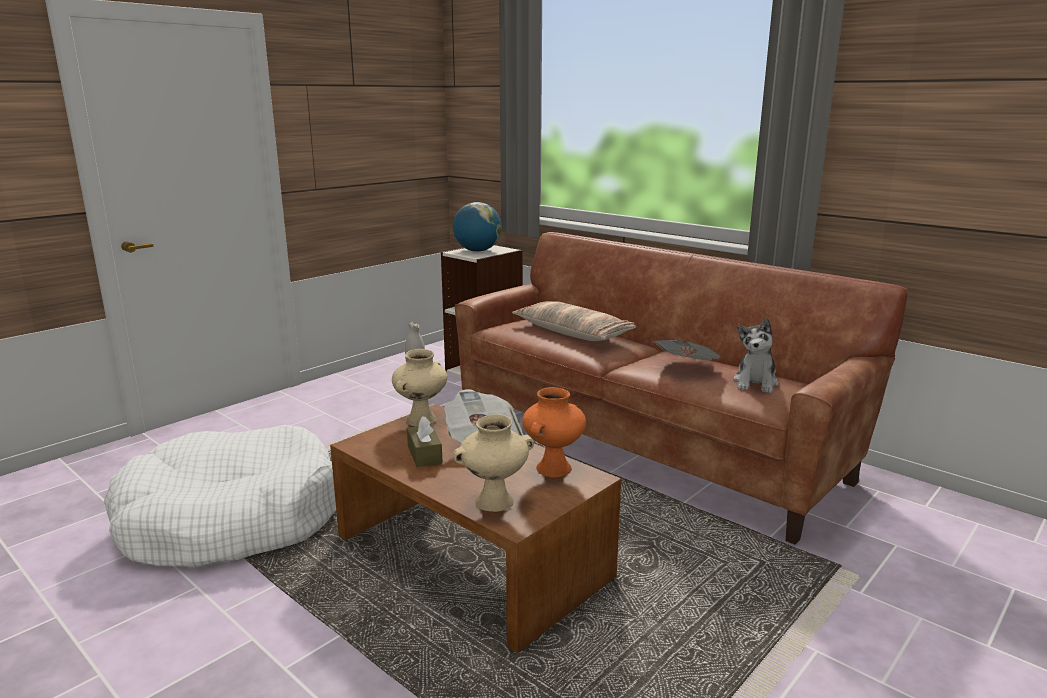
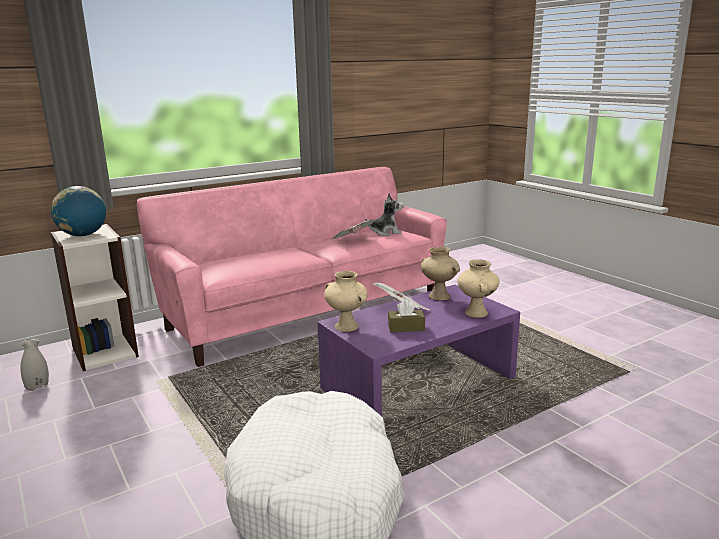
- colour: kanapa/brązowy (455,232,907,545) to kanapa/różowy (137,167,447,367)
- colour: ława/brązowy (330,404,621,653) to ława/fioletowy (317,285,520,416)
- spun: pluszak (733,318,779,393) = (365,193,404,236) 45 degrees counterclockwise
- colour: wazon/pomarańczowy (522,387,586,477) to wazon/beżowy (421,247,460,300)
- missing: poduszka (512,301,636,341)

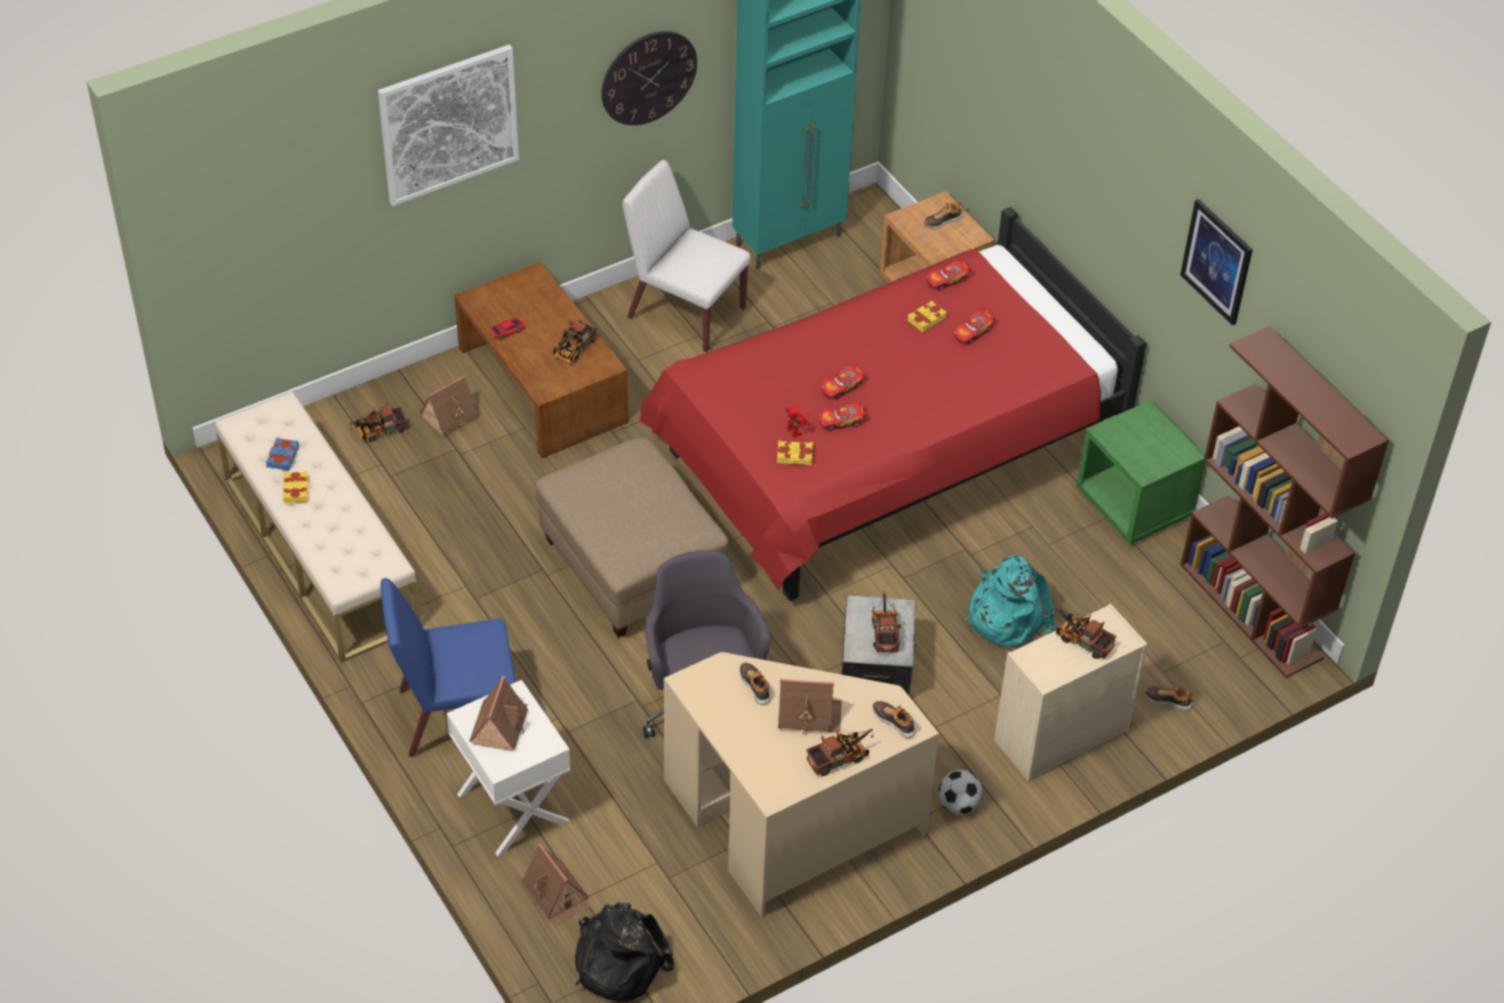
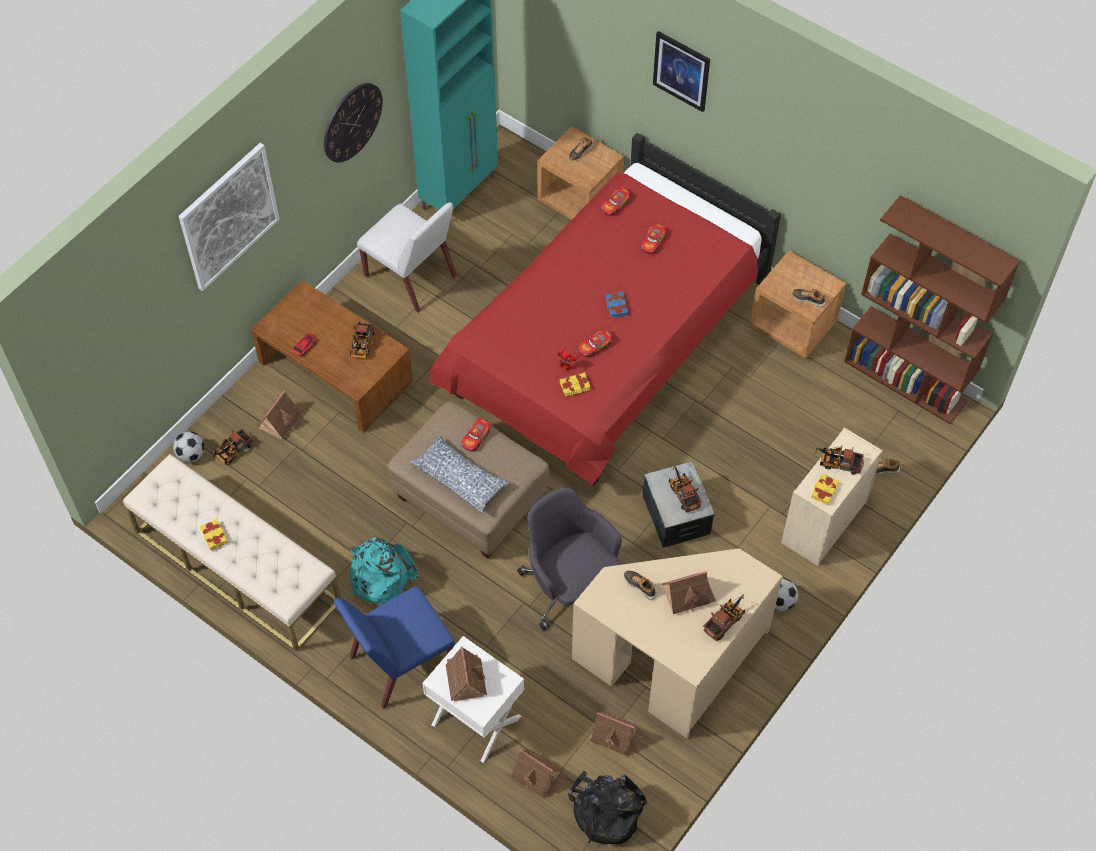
- appeared: piłka futbolowa (173,431,204,462)
- relocated: plecak/turkusowy (965,555,1055,647) to (350,537,419,605)
- spun: krzesło/biały (622,160,751,352) = (357,202,457,313) 150 degrees counterclockwise
- appeared: poduszka (410,435,509,513)
- relocated: samochodzik (821,363,865,399) to (461,417,490,451)
- appeared: domek (591,712,644,758)
- relocated: książka/niebieski (266,438,299,471) to (606,291,628,318)
- relocated: obraz (1180,199,1253,325) to (653,31,710,112)
- colour: szafka nocna/zielony (1076,400,1206,545) to szafka nocna/brązowy (750,250,847,359)
- relocated: but (872,701,916,738) to (792,288,826,307)
- relocated: książka/żółty (907,300,947,332) to (811,474,839,505)

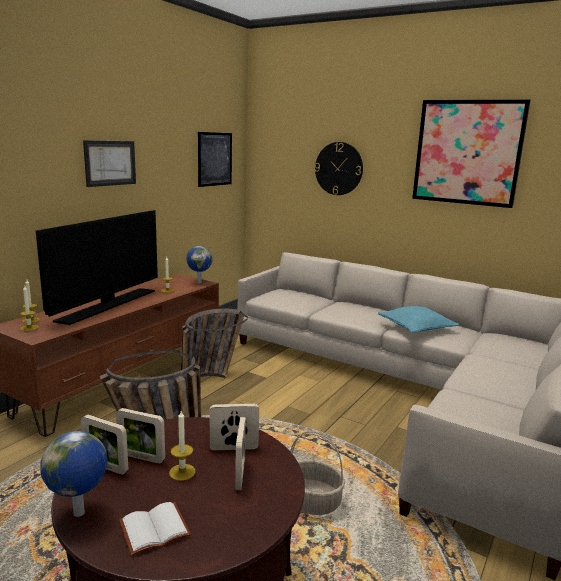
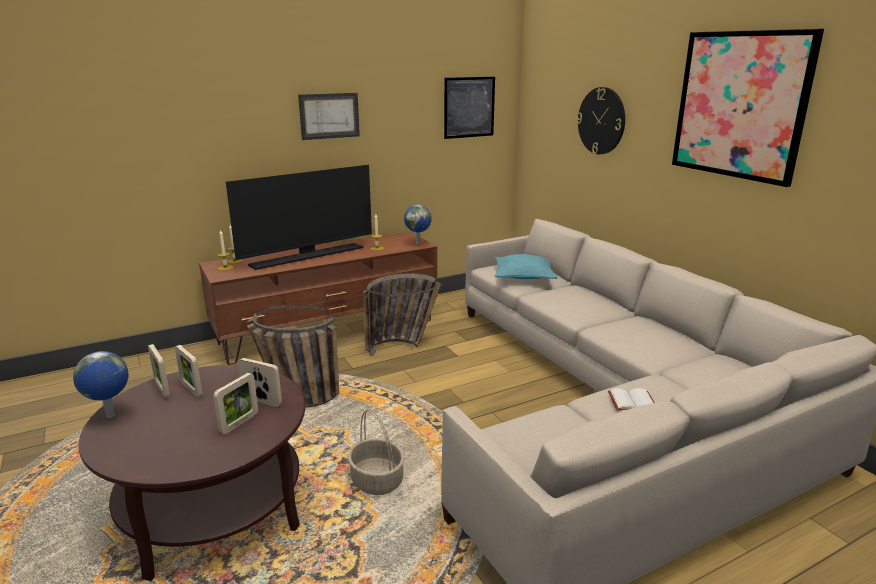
- relocated: poduszka/turkusowy (378,306,460,333) to (495,254,557,279)
- relocated: książka/biały (119,502,191,556) to (608,388,655,411)
- missing: świeca (169,411,196,481)

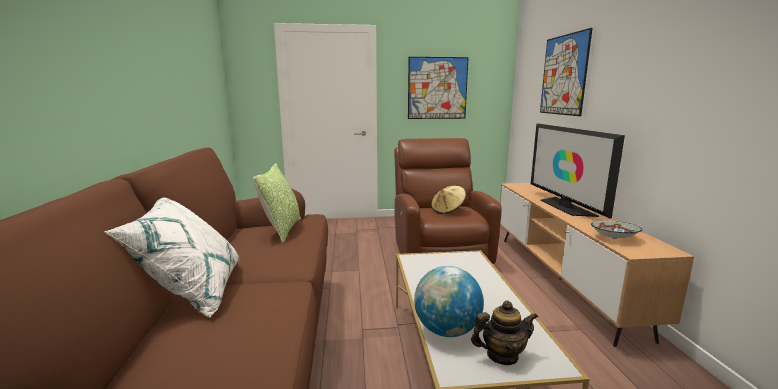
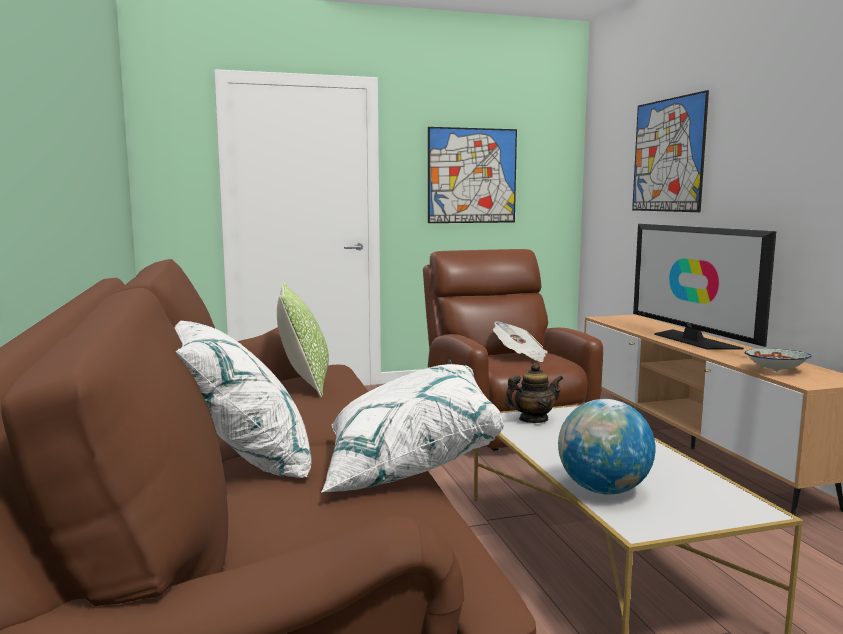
- appeared: poduszka/biały (321,364,504,493)
- exchanged: kapelusz/beżowy (431,186,466,214) to gazeta (493,321,548,362)
- relocated: imbryk (471,300,538,365) to (504,363,564,423)

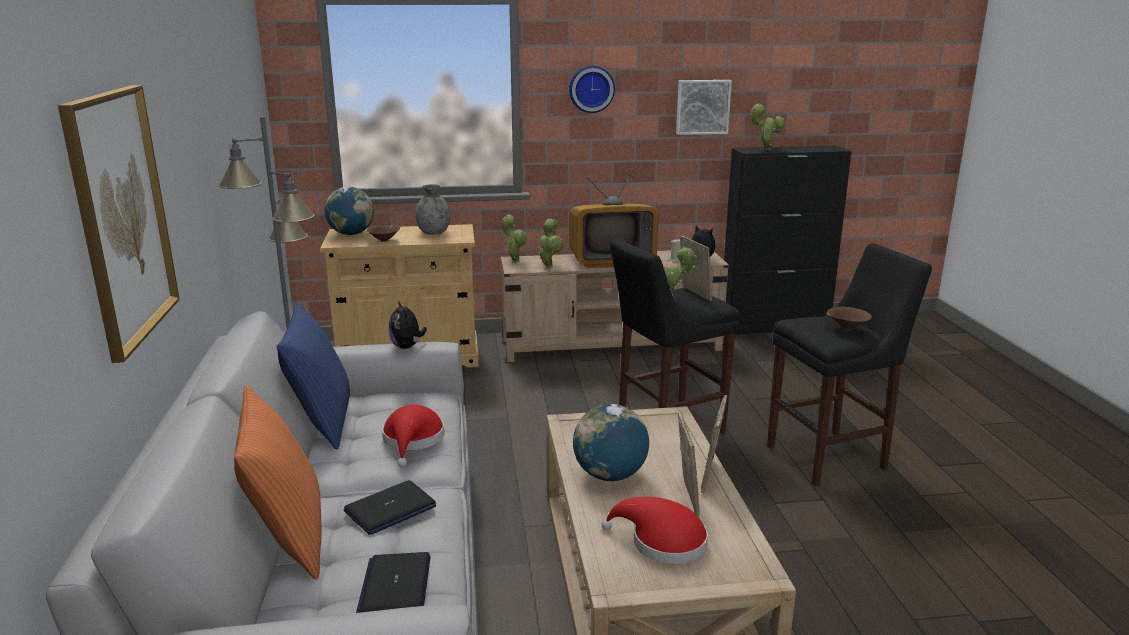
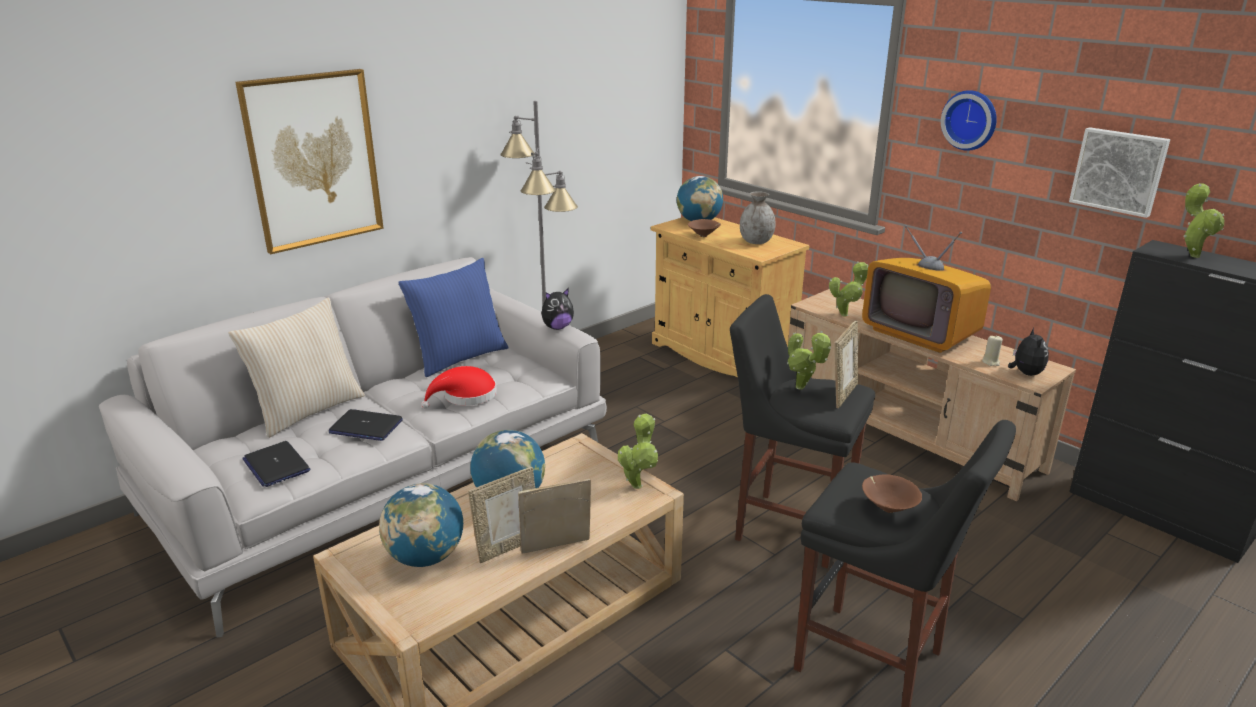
- colour: poduszka/pomarańczowy (234,385,322,580) to poduszka/beżowy (228,297,365,438)
- spun: laptop (356,552,431,613) = (242,441,310,487) 90 degrees counterclockwise
- exchanged: kapelusz/czerwony (601,497,708,564) to globus (379,483,463,567)
- spun: pluszak (389,301,427,349) = (541,288,574,330) 150 degrees counterclockwise
- relocated: roślina doniczkowa (502,215,527,262) to (618,413,658,489)

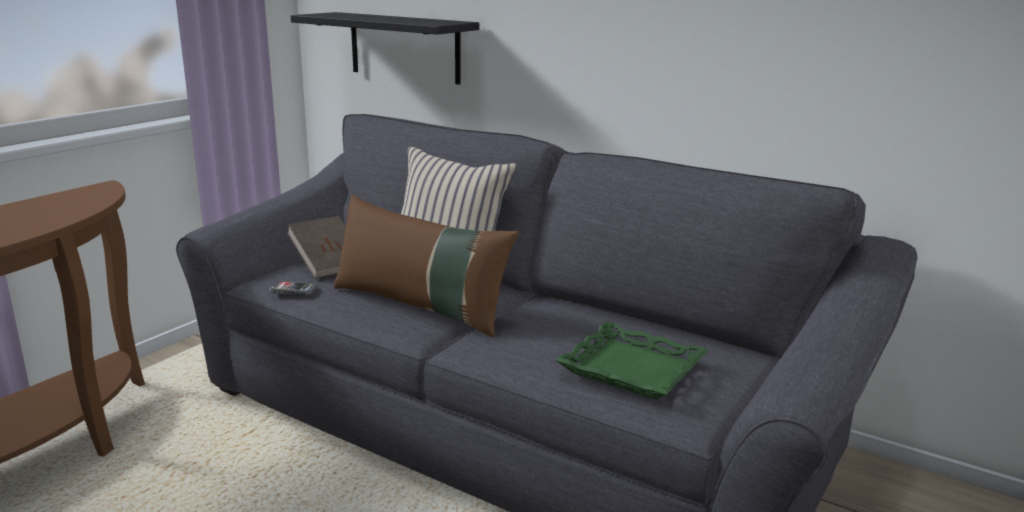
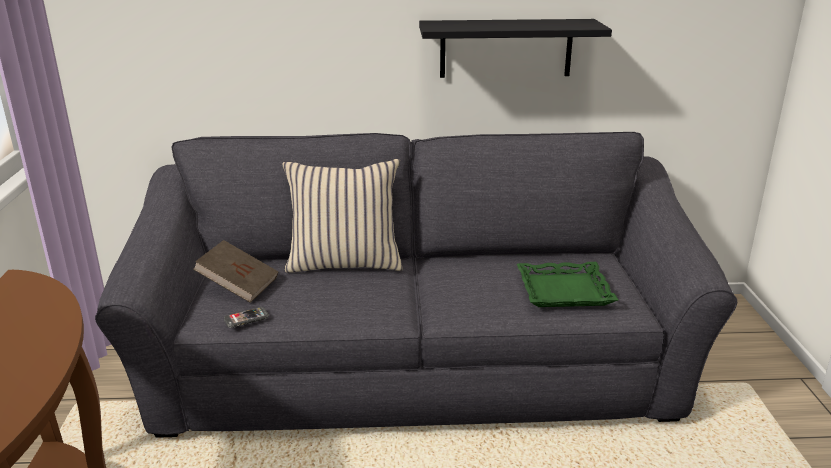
- relocated: półka/czarny (291,12,479,85) to (419,19,612,78)
- missing: poduszka/brązowy (334,195,519,337)

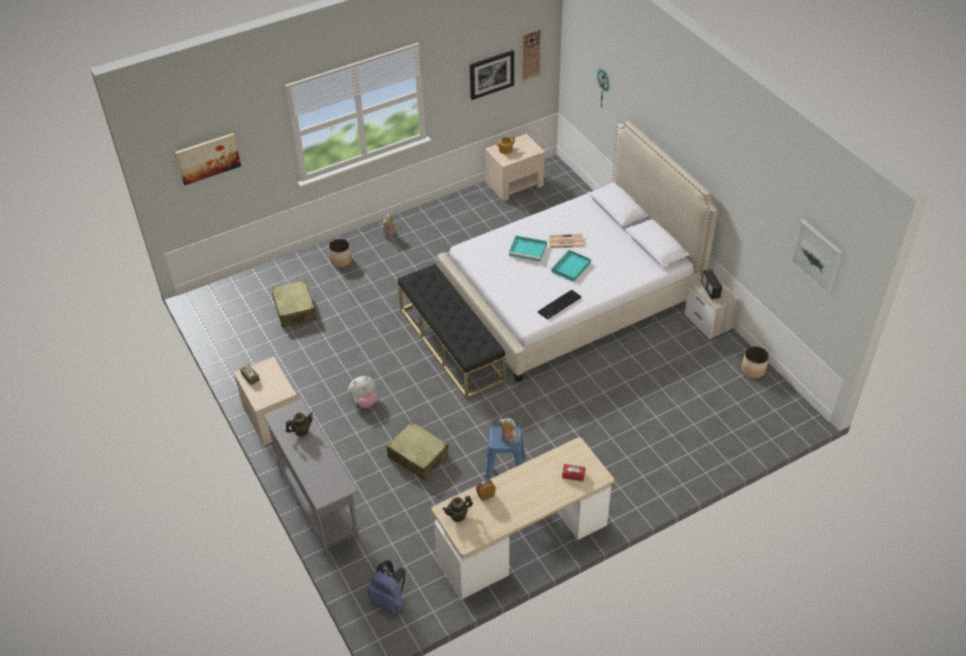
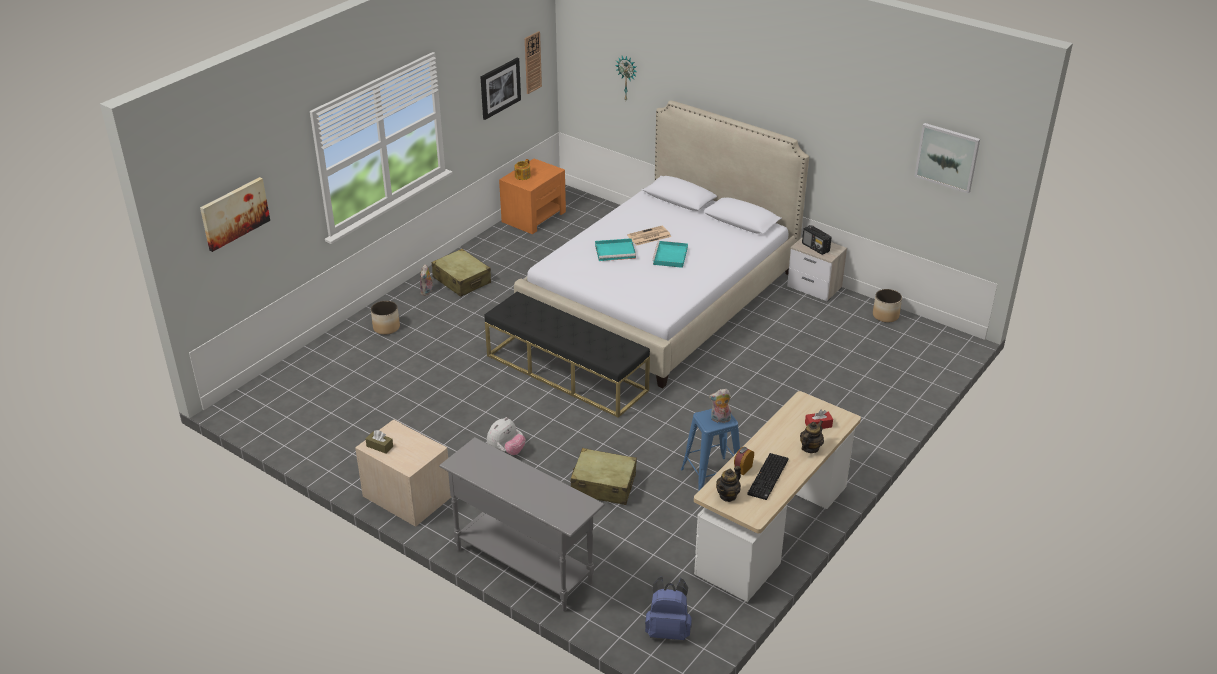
- relocated: walizka/beżowy (271,280,316,328) to (432,249,491,297)
- colour: szafka nocna/beżowy (485,134,545,201) to szafka nocna/pomarańczowy (499,159,566,234)
- relocated: klawiatura (538,290,581,320) to (747,453,788,500)
- relocated: imbryk (286,413,313,436) to (800,421,824,453)

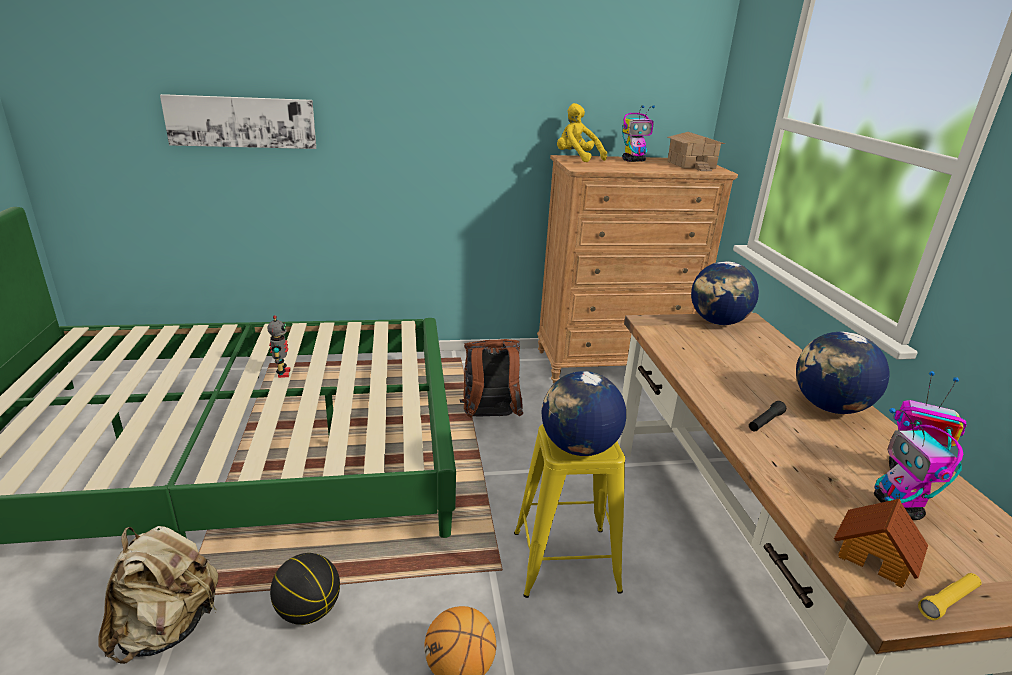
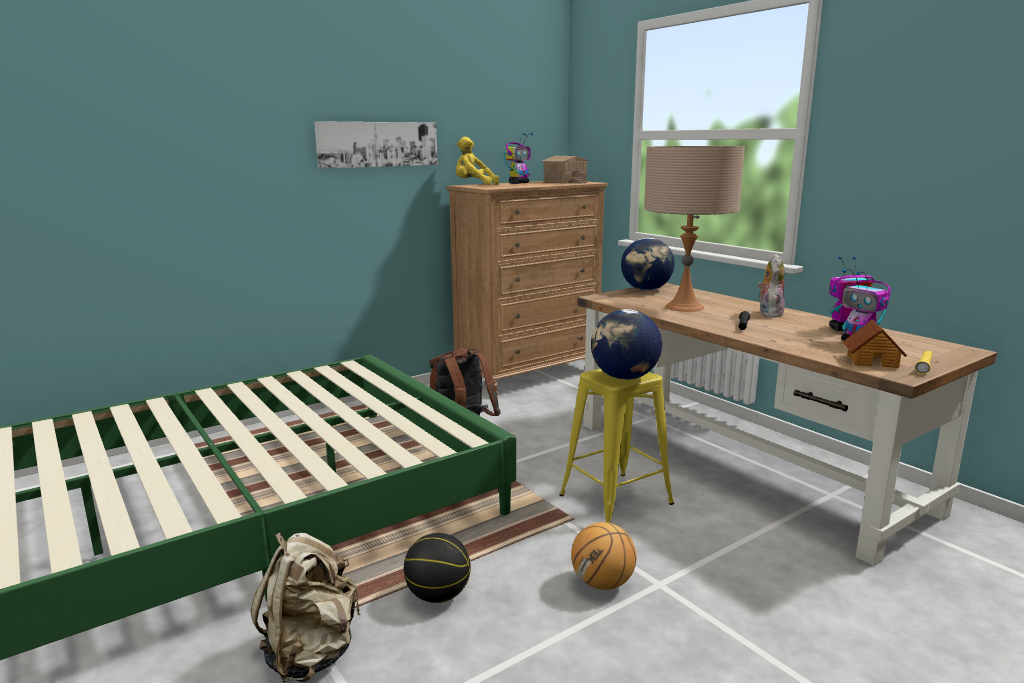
- relocated: obraz (160,94,316,149) to (314,121,438,169)
- appeared: lampa stołowa/beżowy (644,146,745,312)
- exchanged: globus (796,332,890,414) to pluszak (757,253,785,317)
- missing: robot zabawkowy (267,315,291,378)

